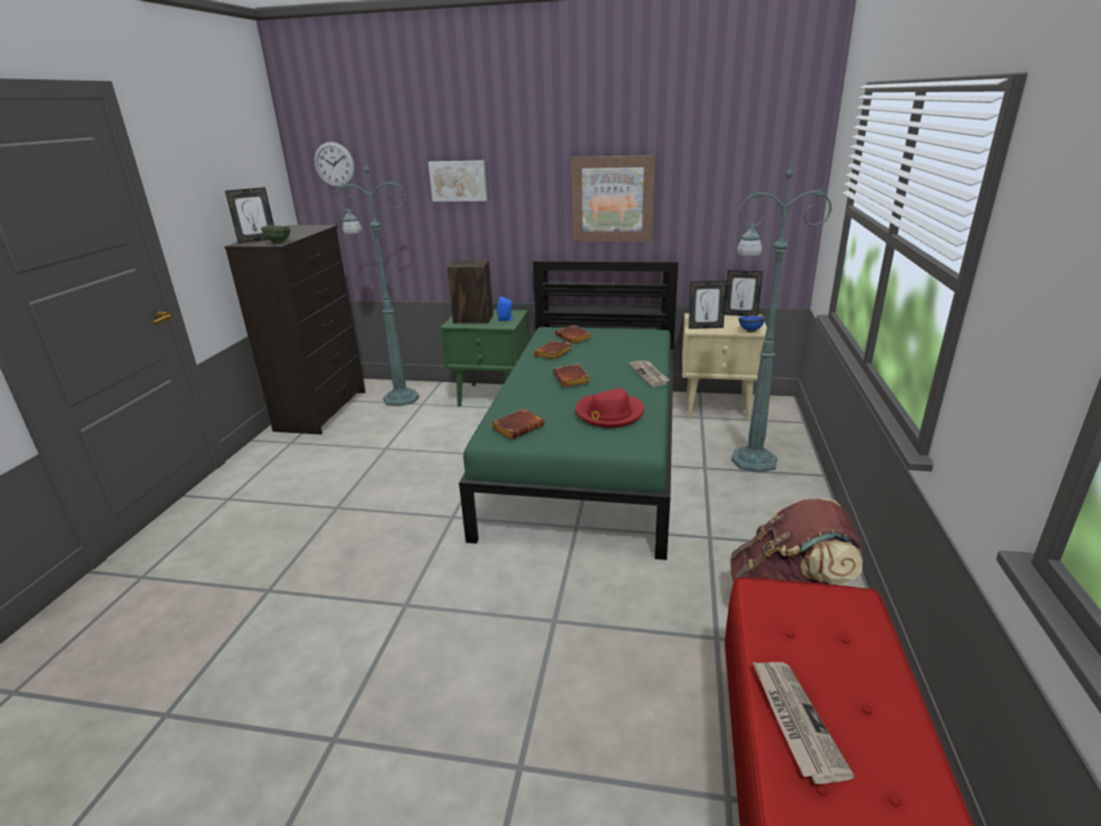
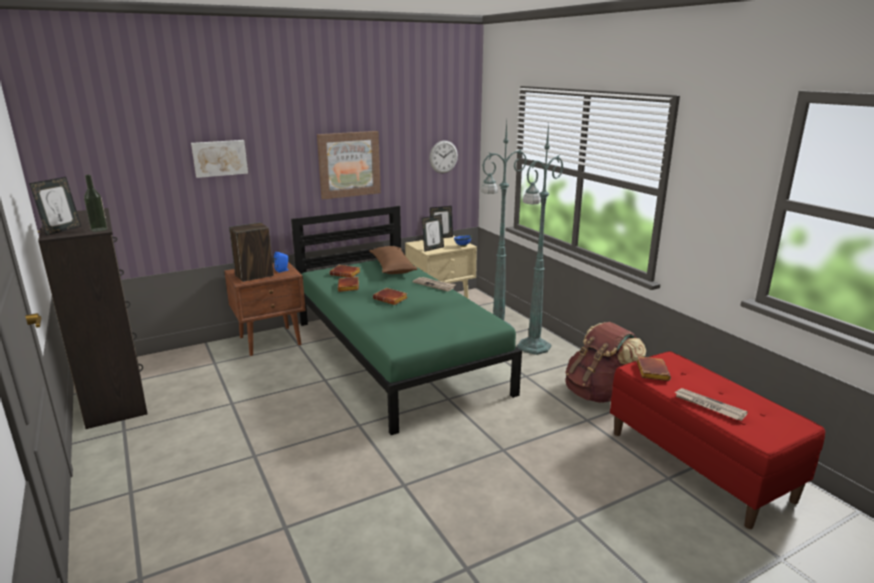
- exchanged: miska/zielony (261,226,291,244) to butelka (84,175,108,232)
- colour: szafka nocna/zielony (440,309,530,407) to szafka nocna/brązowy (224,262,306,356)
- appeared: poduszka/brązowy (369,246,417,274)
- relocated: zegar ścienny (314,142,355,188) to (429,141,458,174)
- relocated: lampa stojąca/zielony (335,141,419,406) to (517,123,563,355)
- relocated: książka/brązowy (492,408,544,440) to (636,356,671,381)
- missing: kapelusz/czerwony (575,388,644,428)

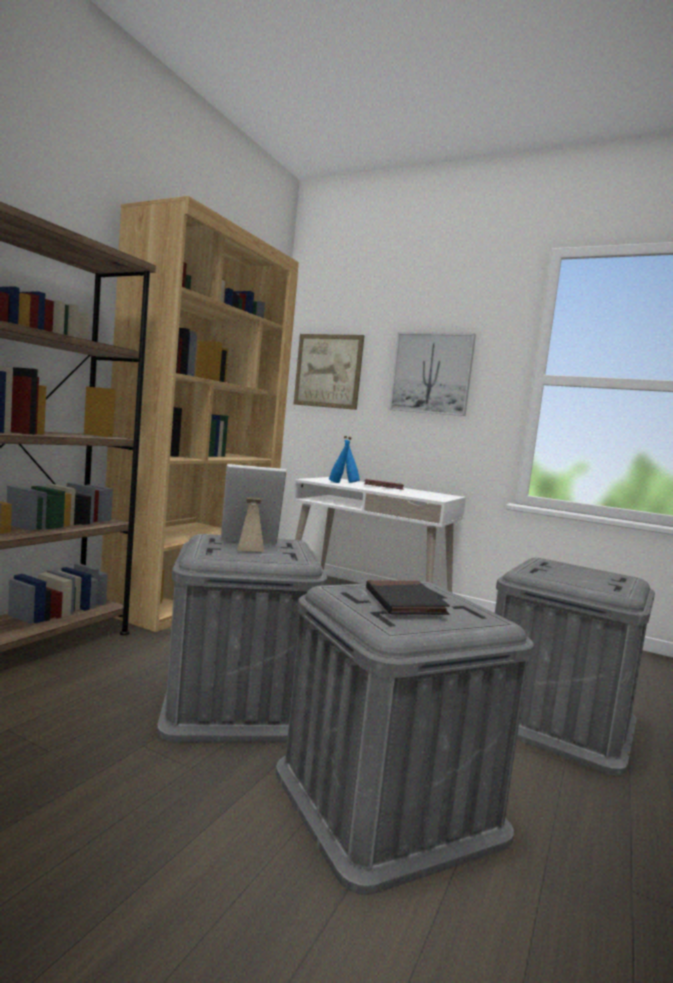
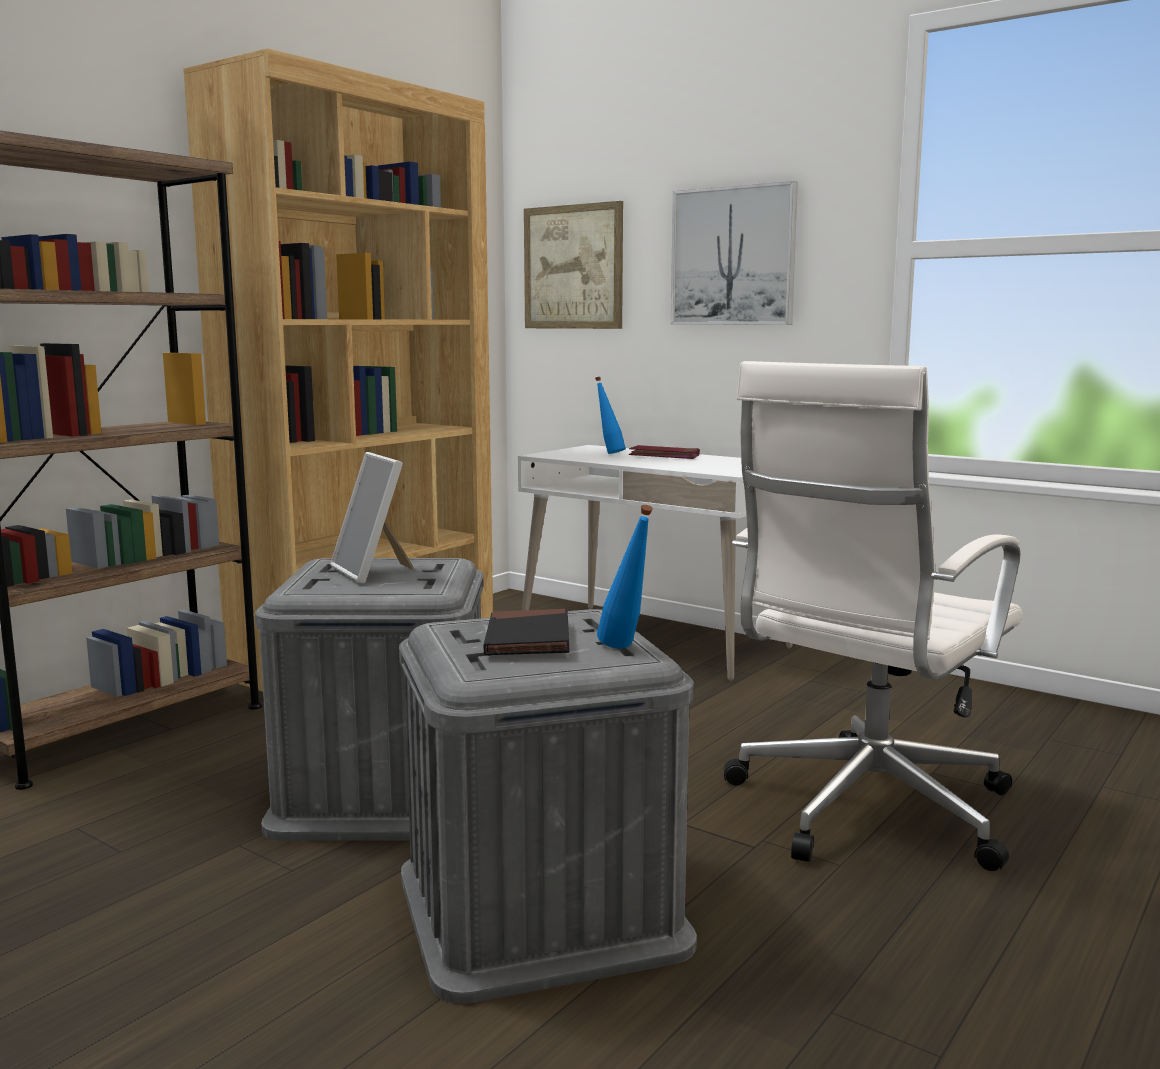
- spun: ramka na zdjęcie (221,464,287,552) = (330,452,415,584) 120 degrees counterclockwise
- relocated: butelka/niebieski (329,437,352,483) to (597,505,653,649)
- exchanged: pojemnik do przechowywania/szary (495,558,655,775) to krzesło biurowe/biały (723,361,1022,871)

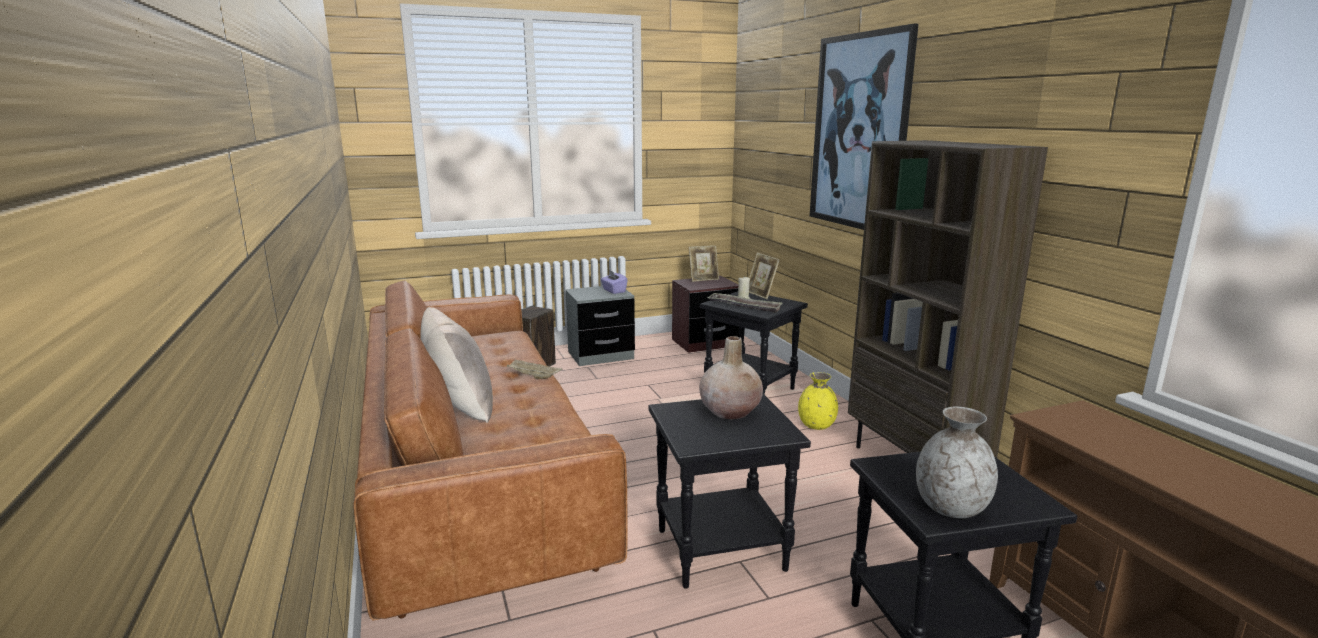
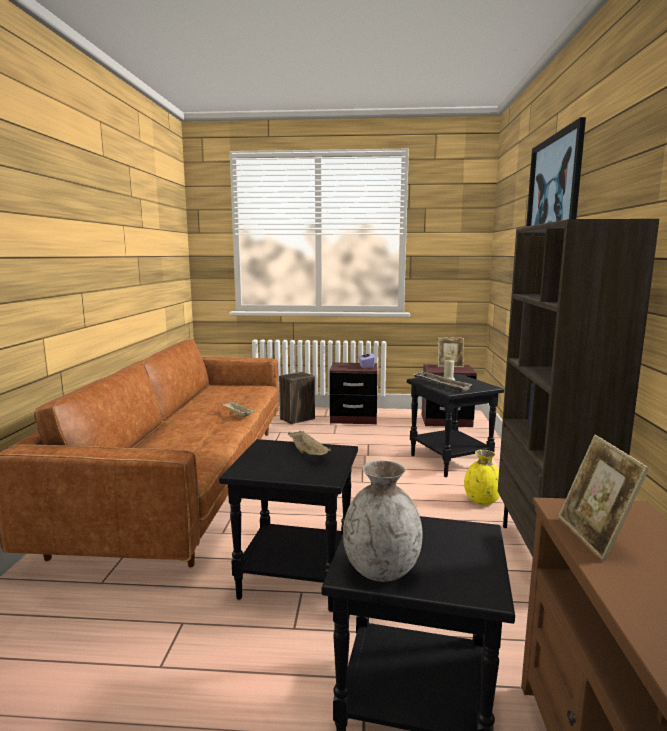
- exchanged: wazon/beżowy (699,336,763,419) to taca/beżowy (288,431,331,455)
- colour: szafka nocna/szary (566,286,635,366) to szafka nocna/brązowy (330,363,378,424)
- relocated: ramka na zdjęcie (749,252,780,299) to (558,435,649,561)
- missing: poduszka/beżowy (421,307,493,423)

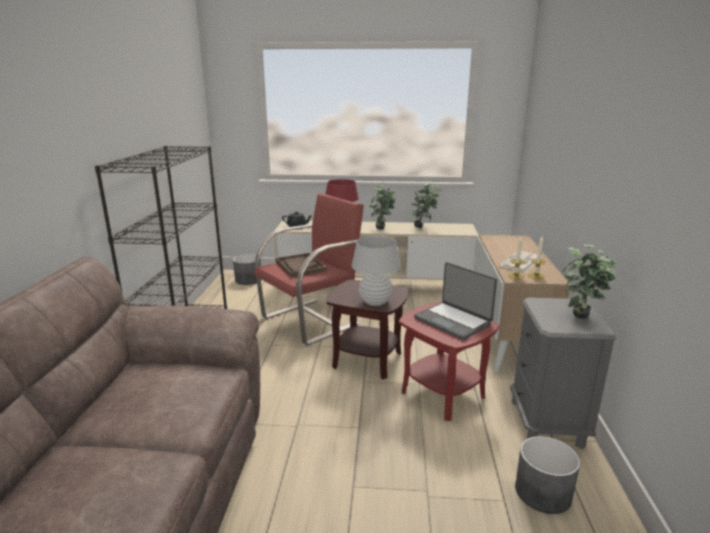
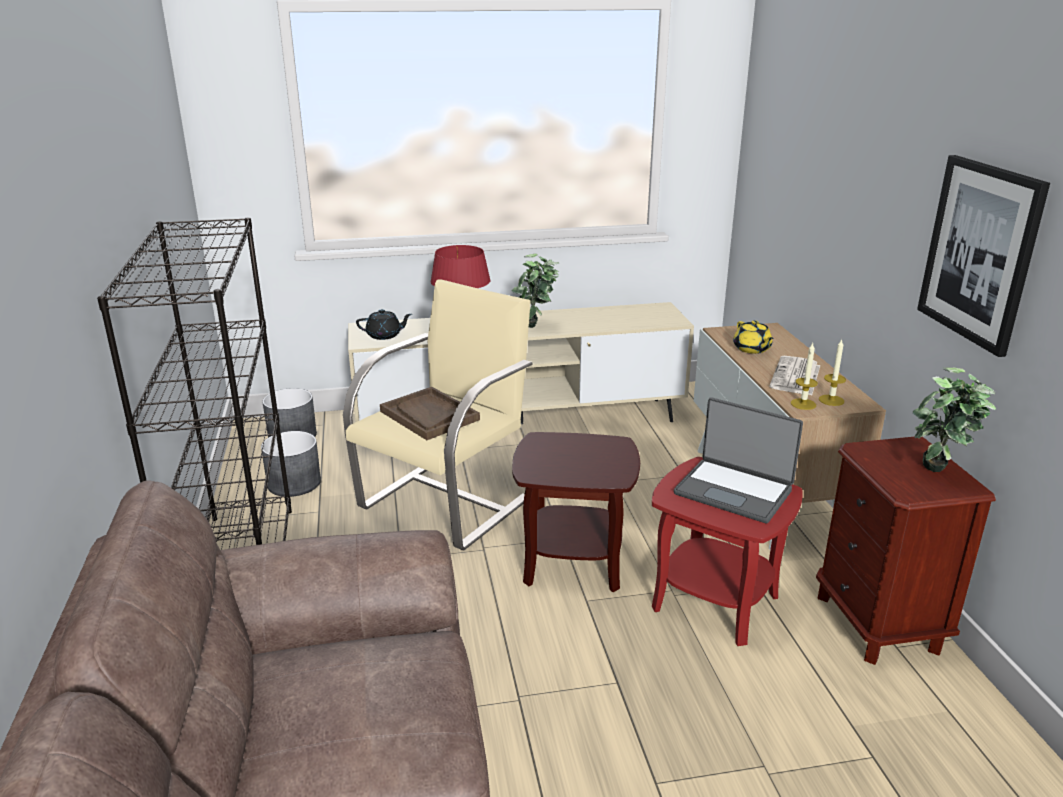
- relocated: donica/szary (515,436,580,514) to (261,431,321,497)
- colour: fotel/czerwony (254,193,364,346) to fotel/beżowy (343,279,533,550)
- appeared: imbryk/żółty (733,320,774,354)
- colour: szafka nocna/szary (510,297,616,449) to szafka nocna/brązowy (816,437,996,665)
- appeared: obraz (917,155,1050,357)
- missing: lampa stołowa/biały (352,236,401,306)
- missing: roślina doniczkowa (411,183,441,228)

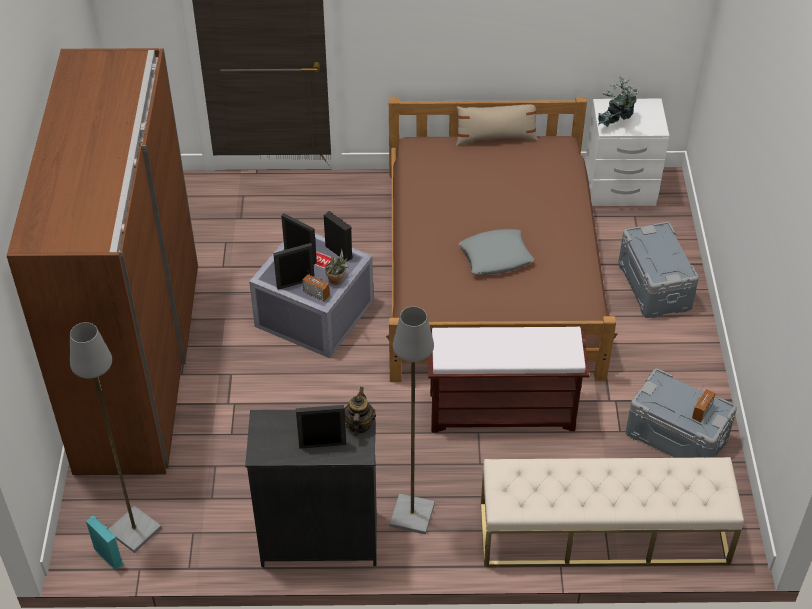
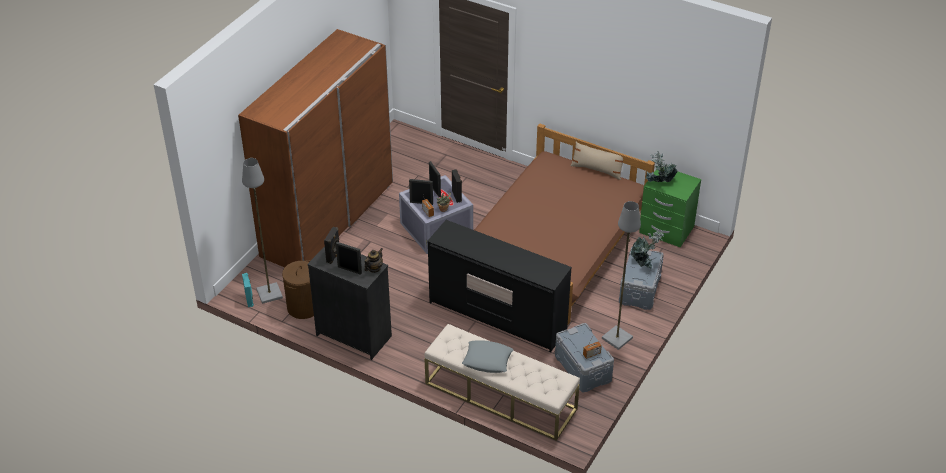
- appeared: kosz na pranie/brązowy (282,260,314,319)
- appeared: głośnik/czarny (324,227,339,264)
- exchanged: ławka/brązowy (428,327,590,433) to komoda/czarny (427,220,572,352)
- relocated: poduszka/szary (459,229,534,275) to (462,340,513,373)
- relocated: lampa stojąca/szary (390,306,435,534) to (602,201,641,350)
- appeared: roślina doniczkowa (631,230,664,269)
- colour: szafka nocna/biały (585,99,669,206) to szafka nocna/zielony (639,170,701,247)

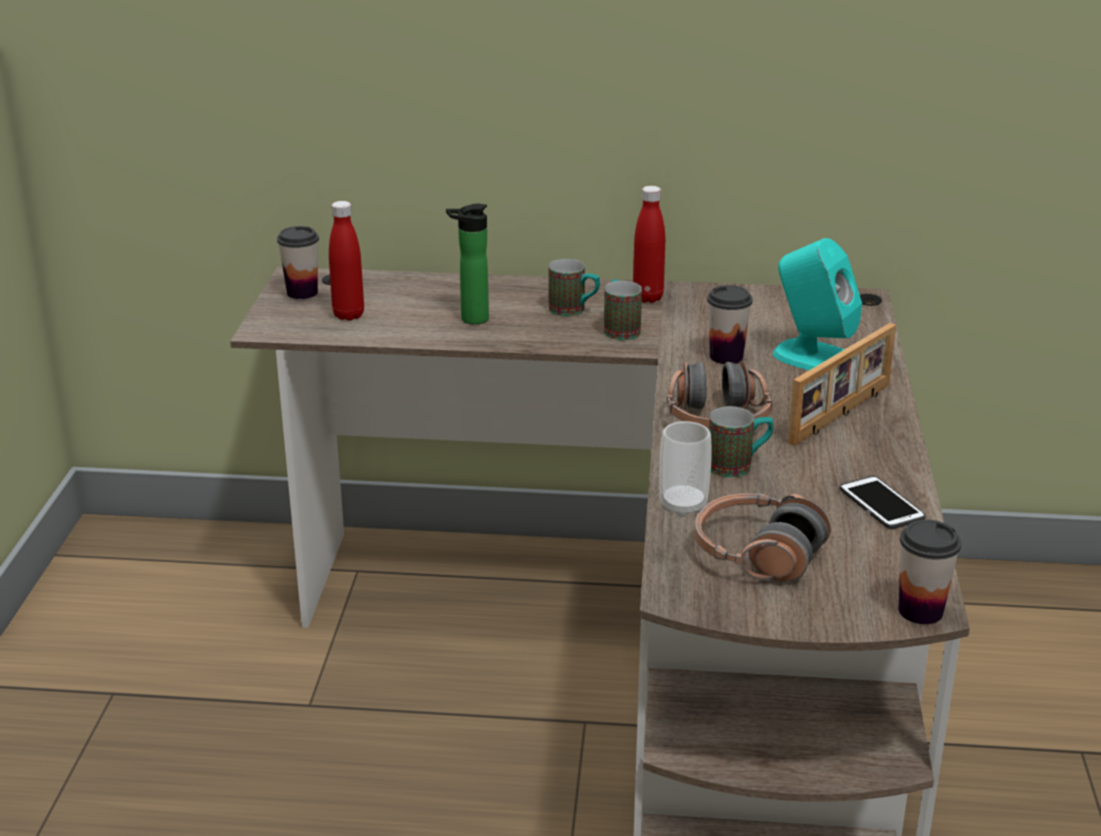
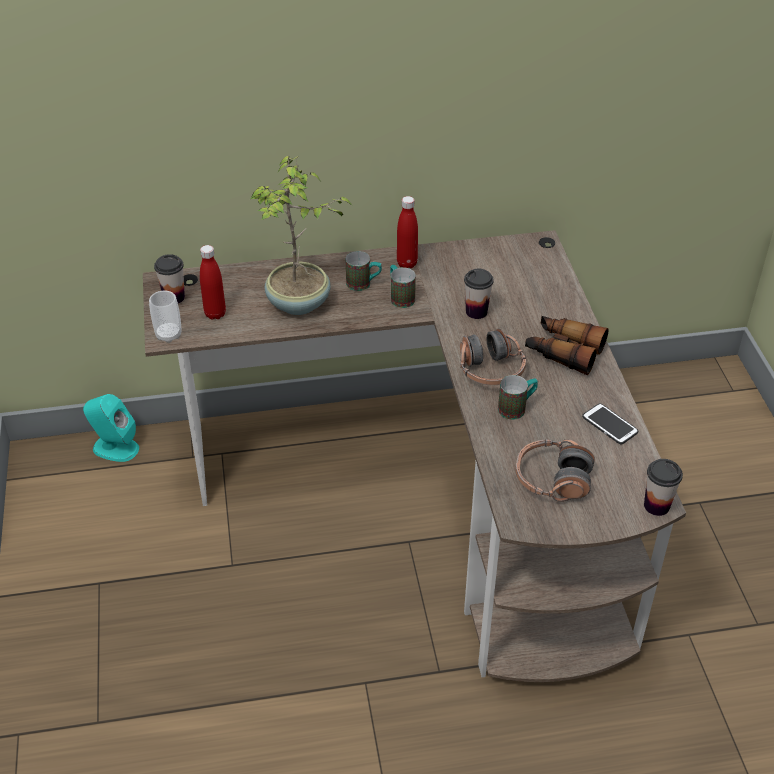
- relocated: głośnik/turkusowy (773,238,862,370) to (83,394,139,462)
- relocated: filiżanka (659,421,712,517) to (149,291,182,343)
- exchanged: butelka (446,203,489,324) to roślina doniczkowa (251,156,353,315)
- exchanged: ramka na zdjęcie (788,323,896,446) to lornetka (525,316,609,375)

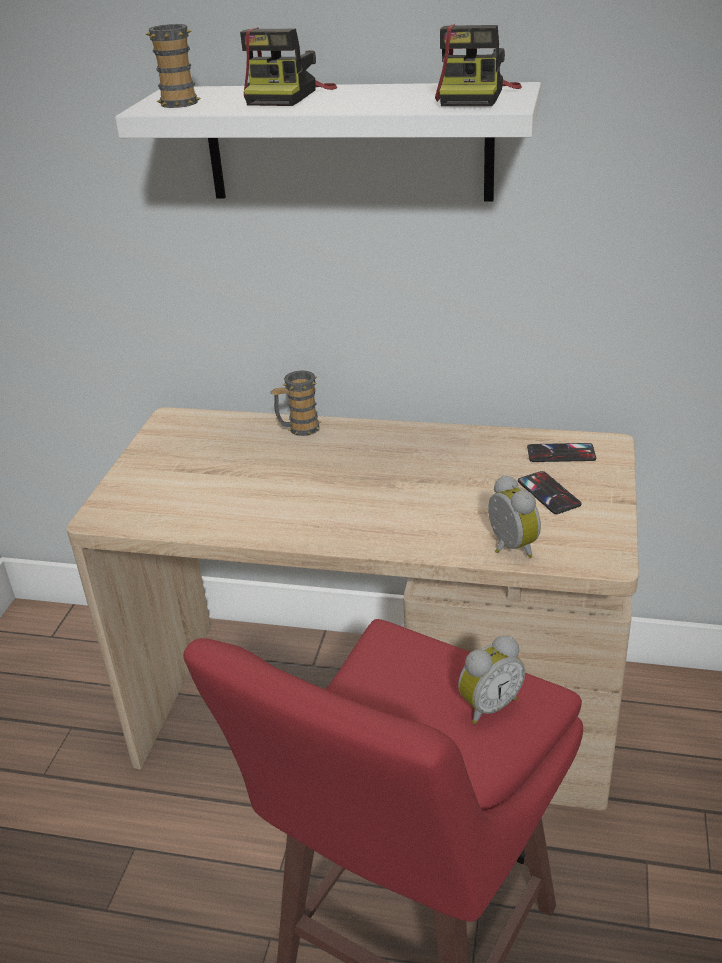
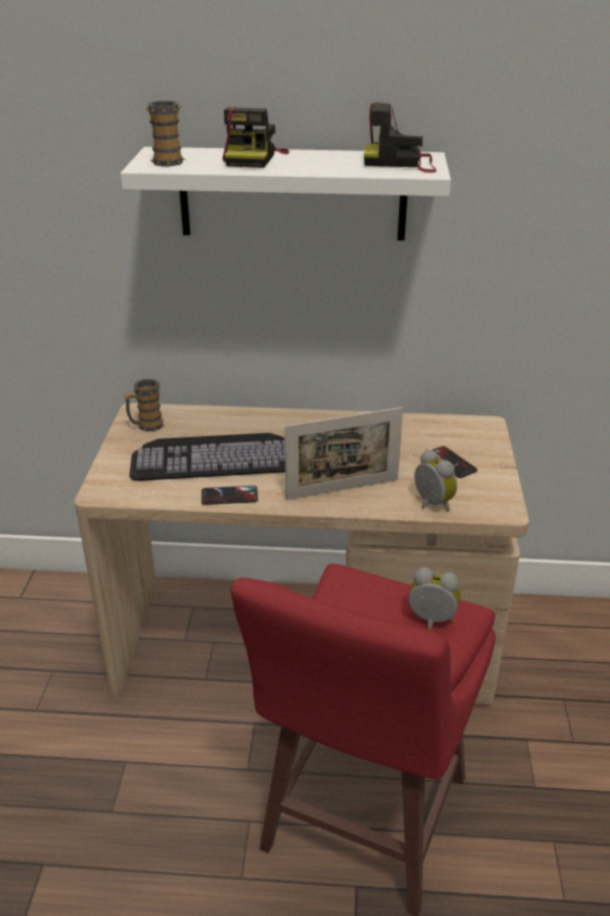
- relocated: kubek (271,370,321,436) to (123,379,164,432)
- appeared: klawiatura (129,433,285,481)
- relocated: telefon (527,443,596,462) to (201,486,258,505)
- appeared: ramka na zdjęcie (285,407,403,500)
- spun: aparat fotograficzny (435,24,522,106) = (364,102,436,173) 90 degrees clockwise
- spun: budzik (458,635,525,724) = (409,567,460,631) 120 degrees counterclockwise

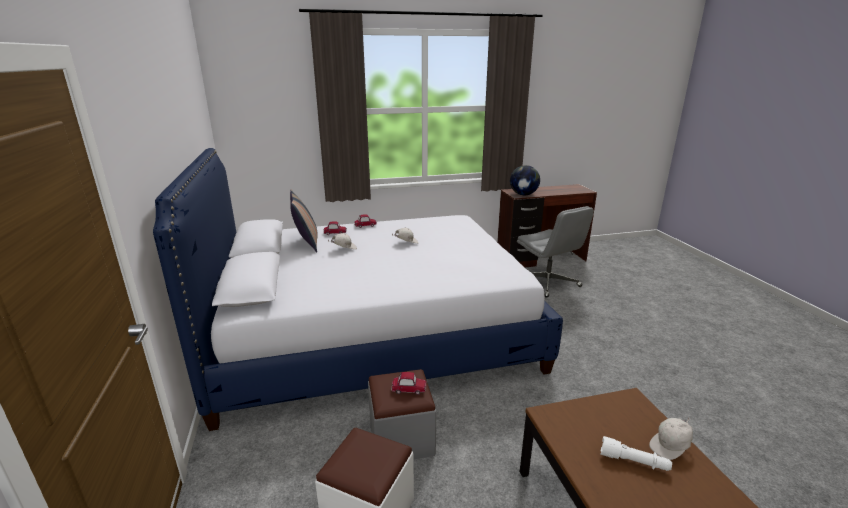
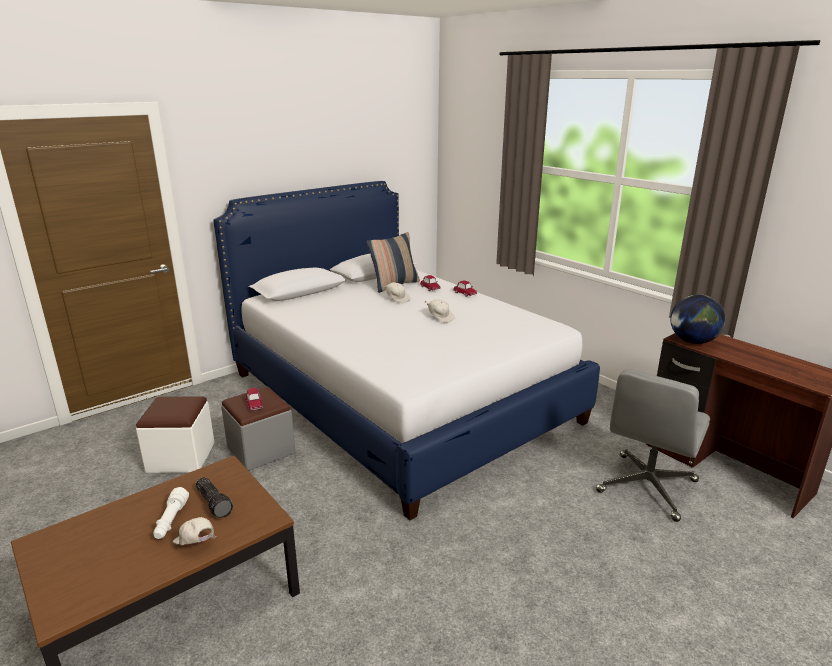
- appeared: latarka (196,477,233,518)

